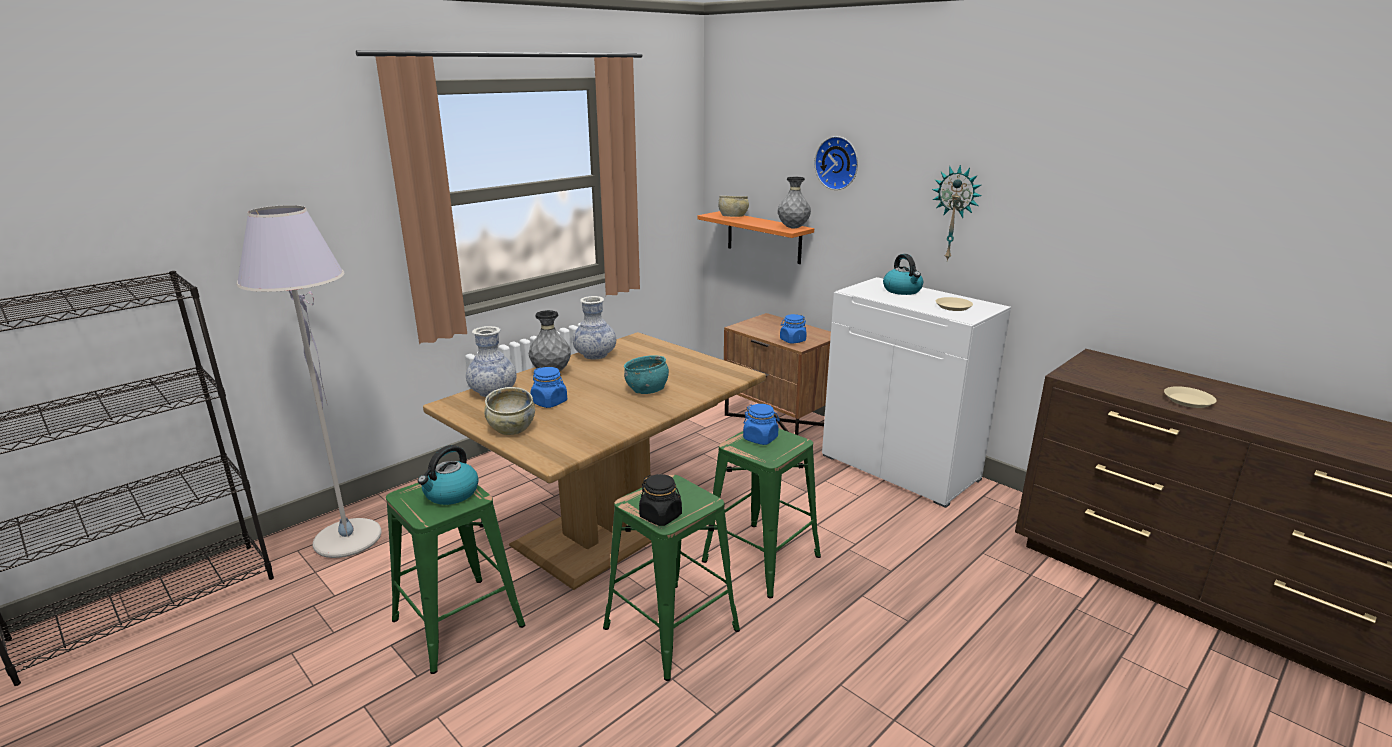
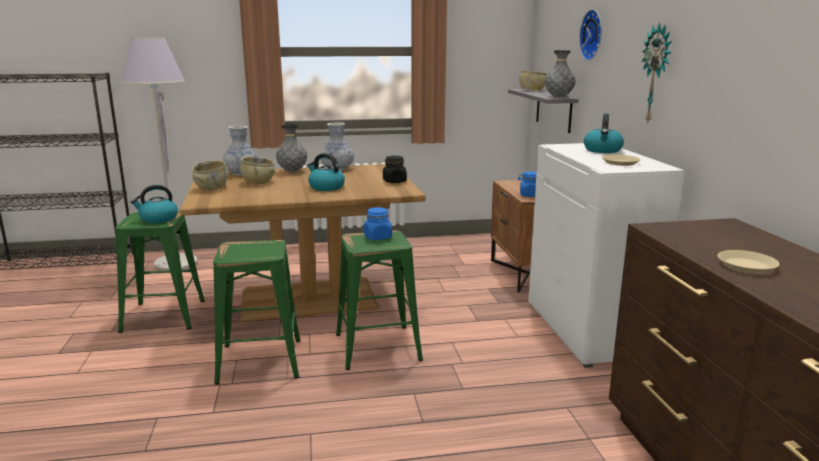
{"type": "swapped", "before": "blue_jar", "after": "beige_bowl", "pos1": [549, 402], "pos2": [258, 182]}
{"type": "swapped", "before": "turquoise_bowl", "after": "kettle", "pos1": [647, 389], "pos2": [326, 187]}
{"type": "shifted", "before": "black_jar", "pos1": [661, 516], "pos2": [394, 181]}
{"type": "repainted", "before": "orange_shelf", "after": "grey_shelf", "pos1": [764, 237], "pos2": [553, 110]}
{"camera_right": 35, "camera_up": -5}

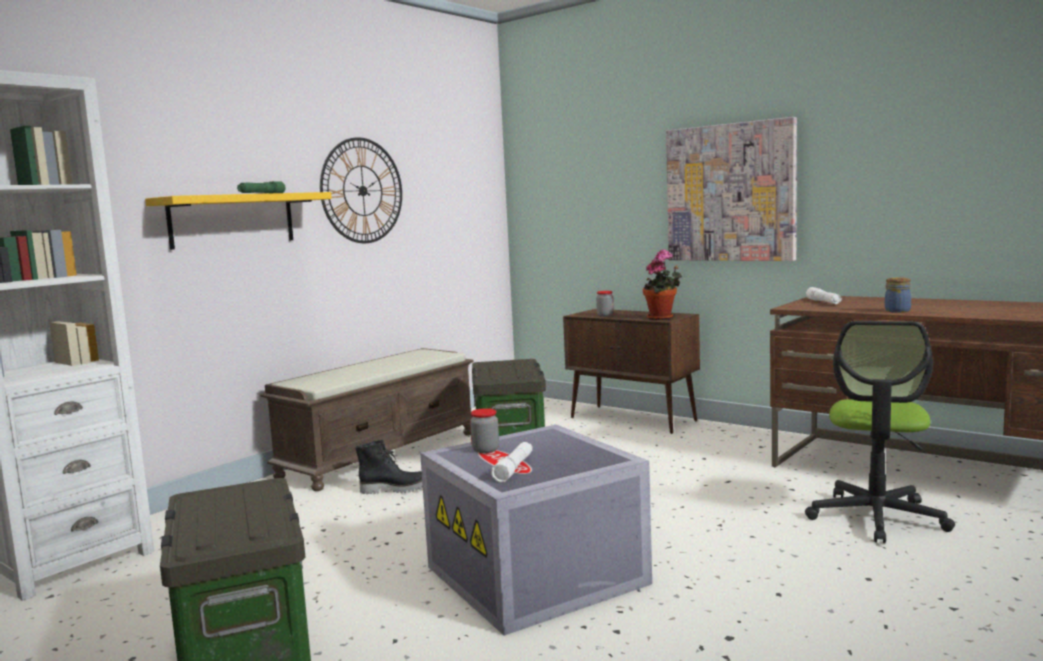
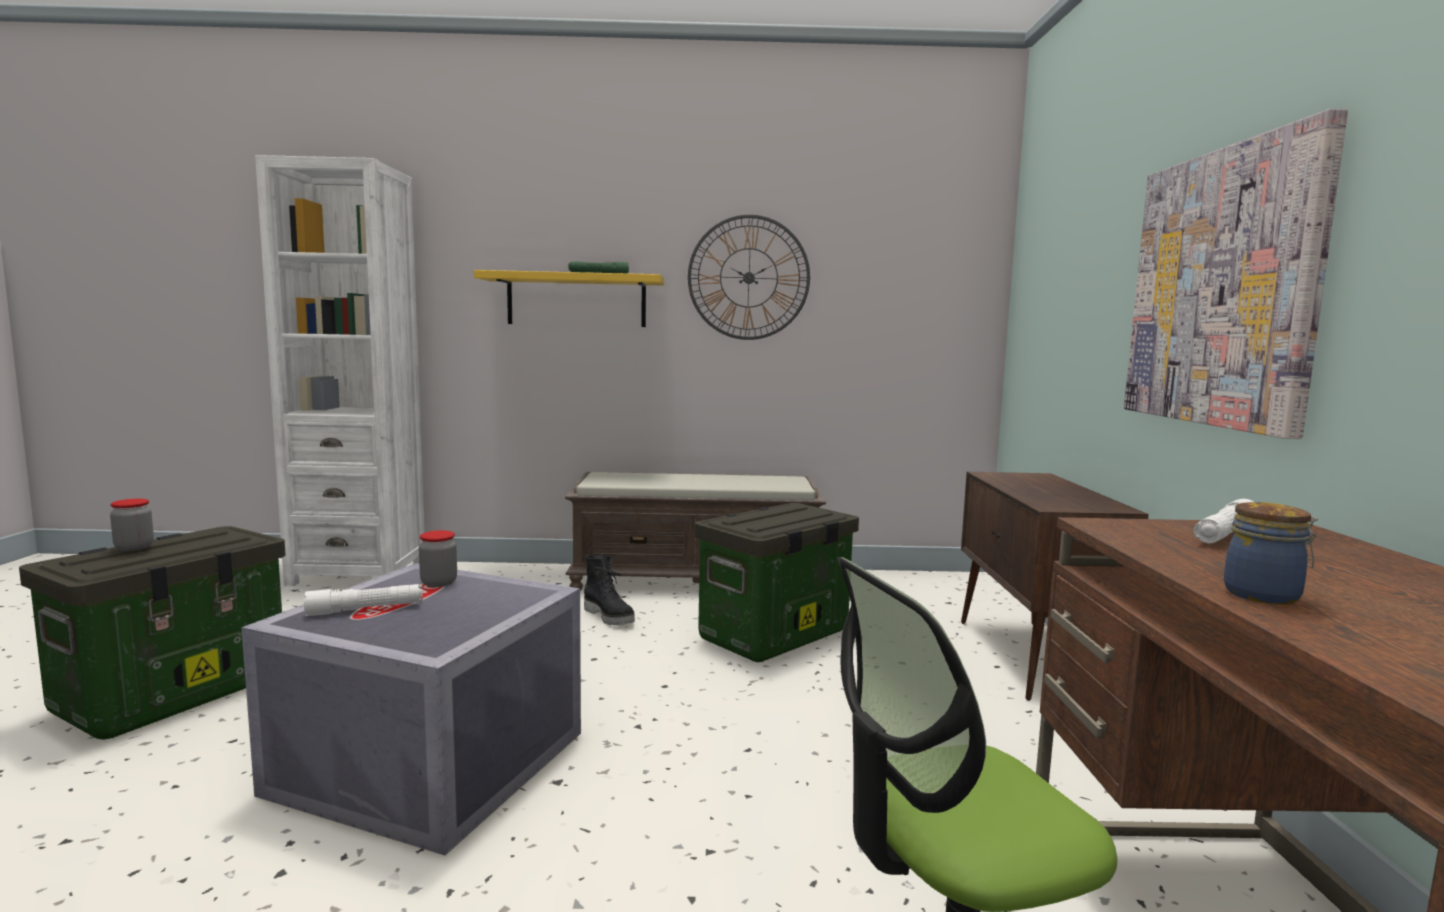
{"type": "shifted", "before": "jar", "pos1": [605, 315], "pos2": [134, 547]}
{"type": "gone", "before": "potted_plant", "pos1": [662, 318]}
{"camera_right": 50, "camera_up": 0}

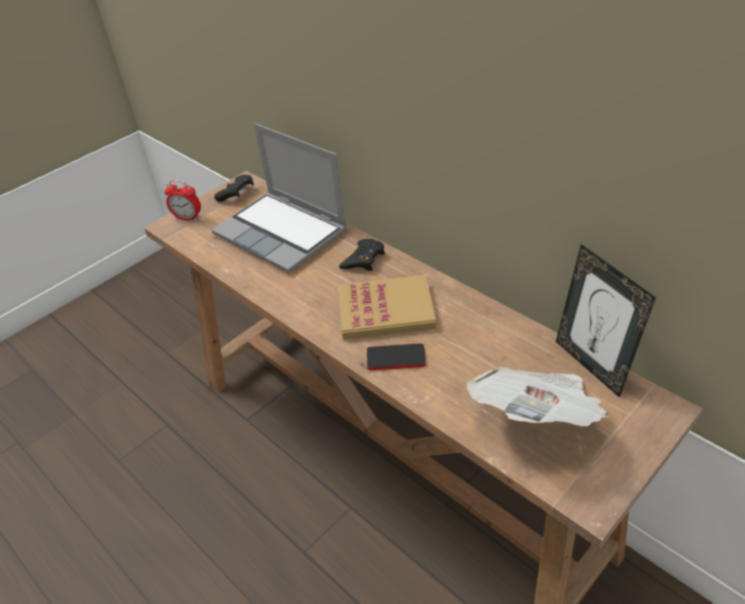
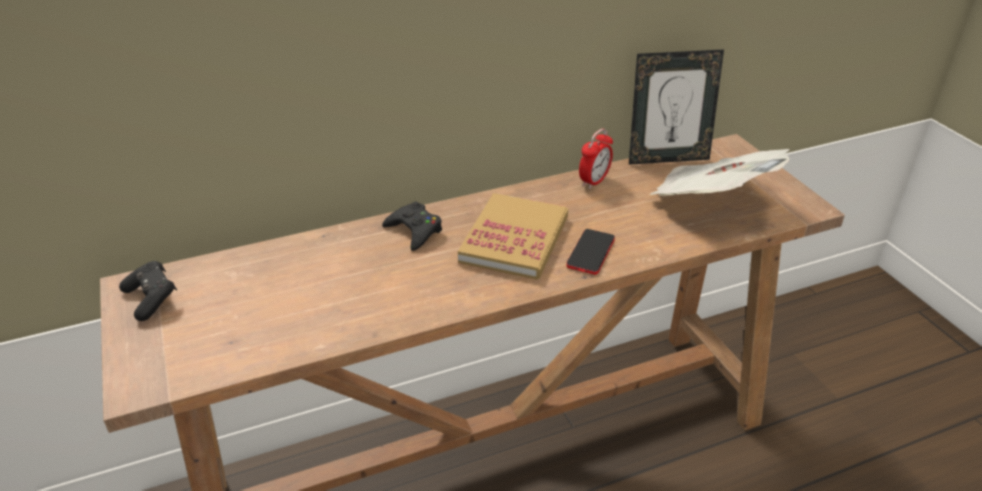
{"type": "shifted", "before": "alarm_clock", "pos1": [188, 218], "pos2": [594, 181]}
{"type": "gone", "before": "laptop", "pos1": [283, 233]}
{"camera_right": -70, "camera_up": -5}

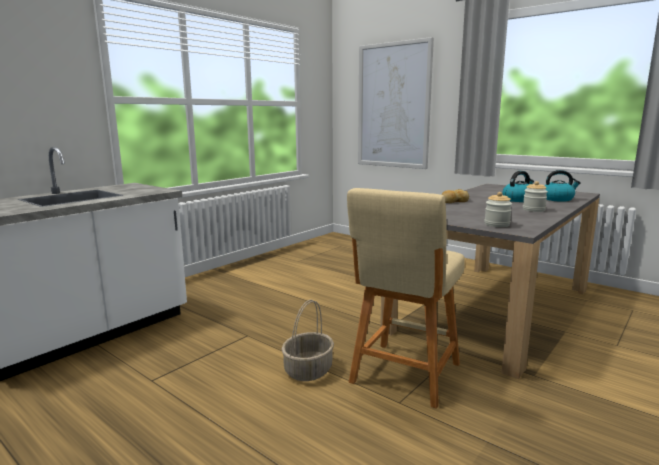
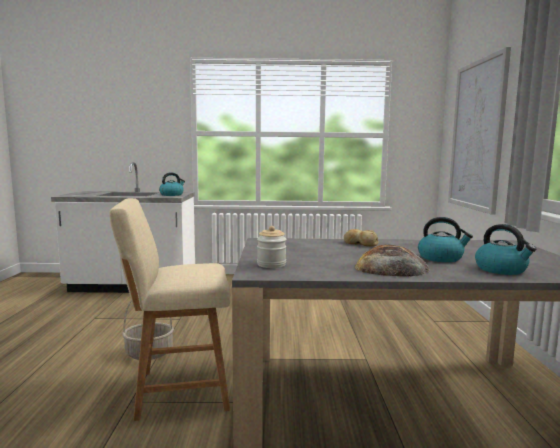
{"type": "new", "after": "kettle", "pos2": [172, 195]}
{"type": "swapped", "before": "jar", "after": "bread", "pos1": [533, 210], "pos2": [391, 267]}
{"camera_right": 50, "camera_up": -5}

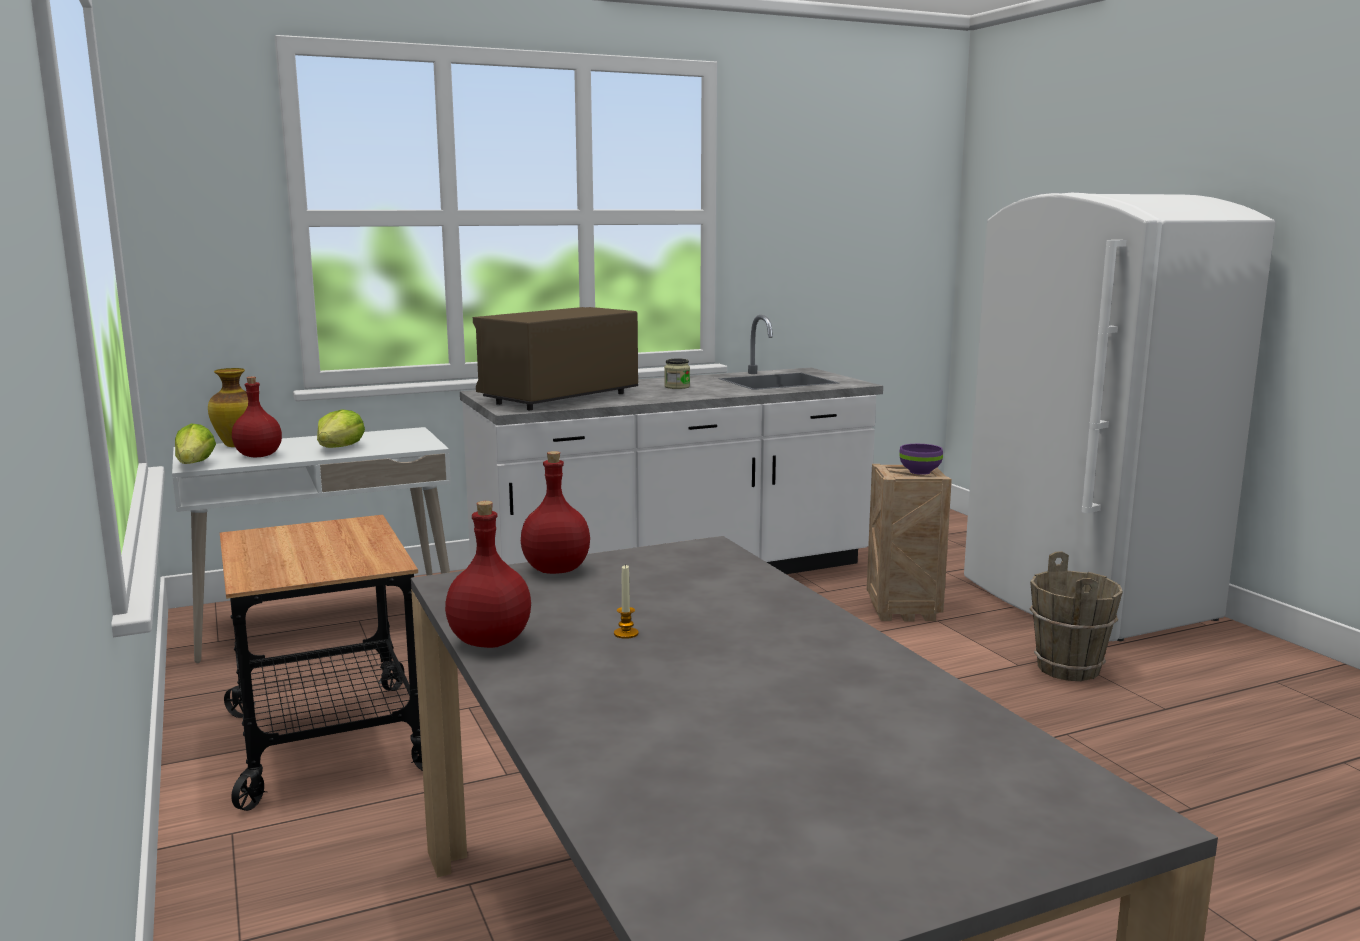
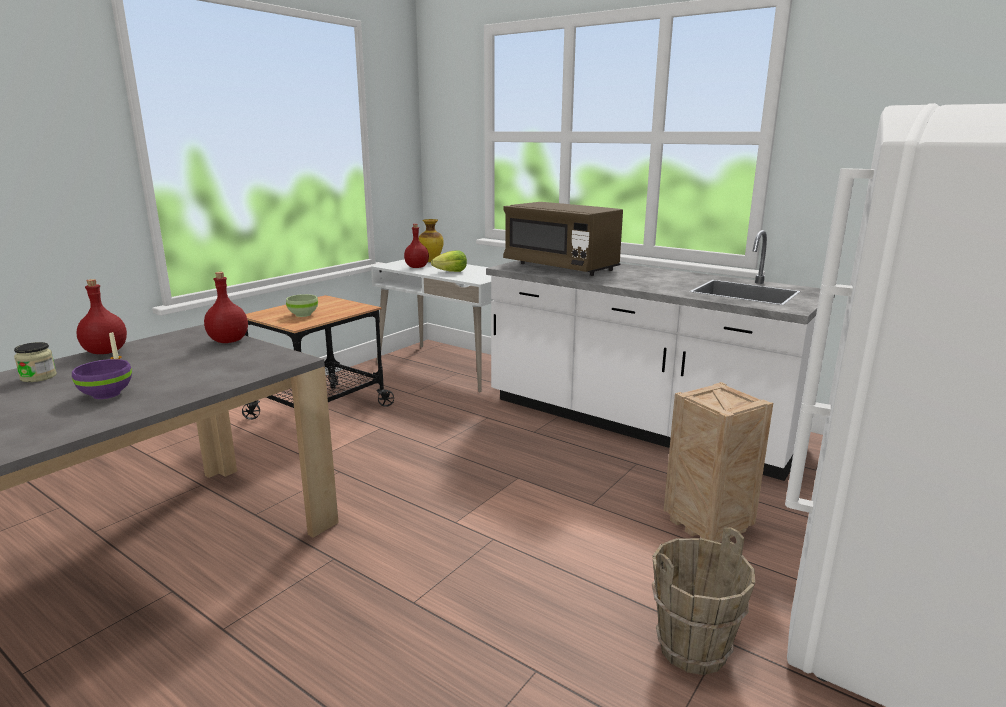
{"type": "shifted", "before": "jar", "pos1": [677, 387], "pos2": [38, 377]}
{"type": "shifted", "before": "purple_bowl", "pos1": [919, 471], "pos2": [107, 394]}
{"type": "new", "after": "green_bowl", "pos2": [303, 314]}
{"type": "rotated", "before": "brown_microwave", "pos1": [559, 397], "pos2": [560, 267], "turn": -150}
{"type": "gone", "before": "lettuce", "pos1": [194, 465]}
{"camera_right": 60, "camera_up": 5}

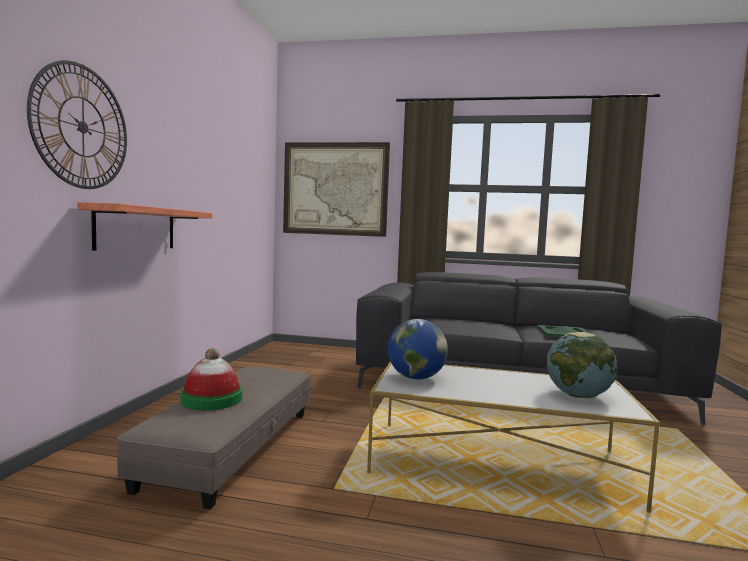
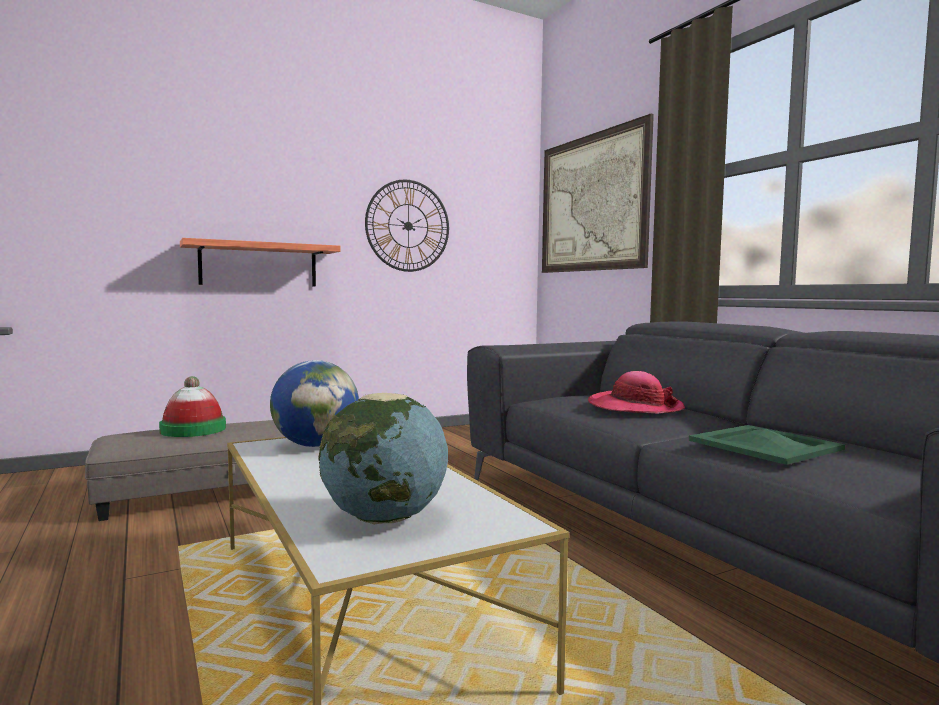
{"type": "shifted", "before": "wall_clock", "pos1": [82, 127], "pos2": [408, 226]}
{"type": "new", "after": "hat", "pos2": [635, 407]}
{"camera_right": 50, "camera_up": 0}

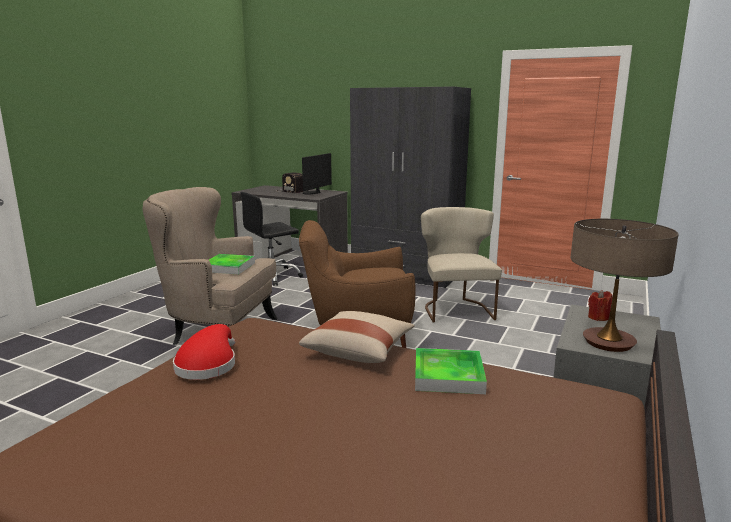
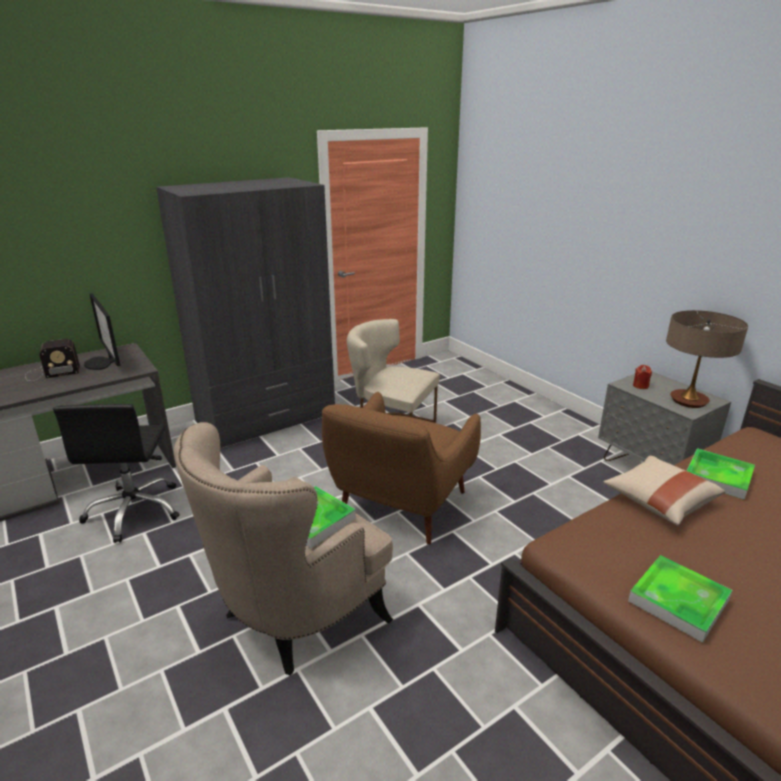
{"type": "swapped", "before": "red_hat", "after": "tray", "pos1": [208, 365], "pos2": [678, 601]}
{"camera_right": -60, "camera_up": 10}

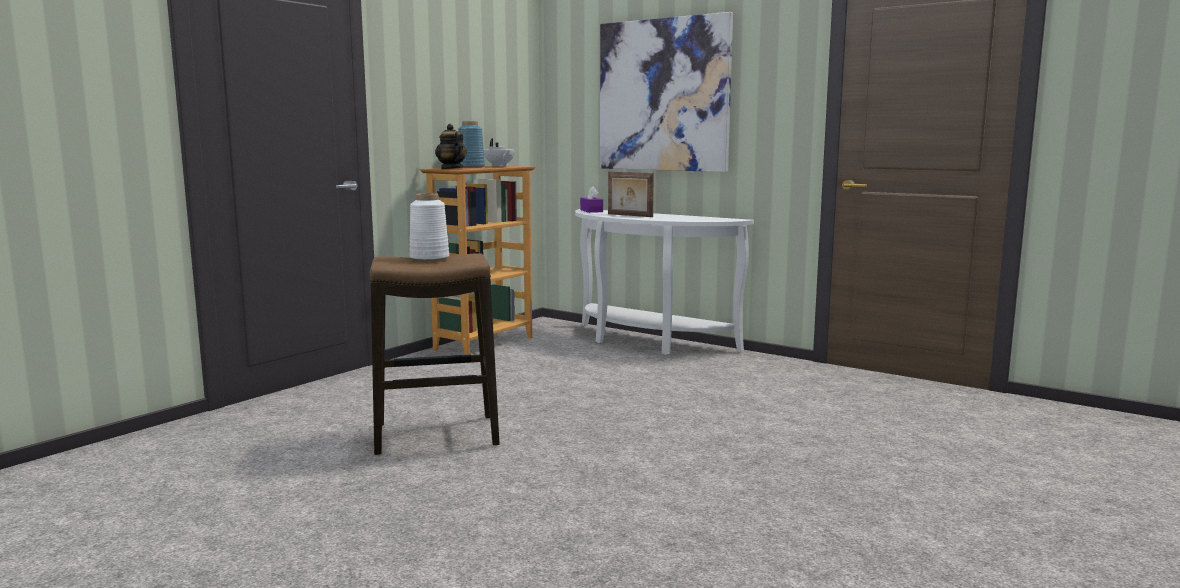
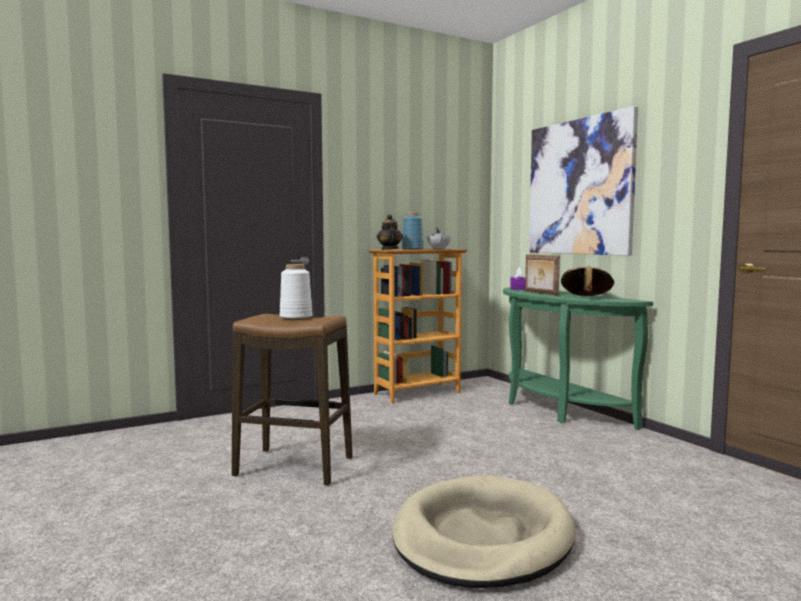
{"type": "new", "after": "beige_dog_bed", "pos2": [482, 537]}
{"type": "repainted", "before": "white_console_table", "after": "green_console_table", "pos1": [646, 342], "pos2": [553, 408]}
{"type": "new", "after": "beige_hat", "pos2": [586, 297]}
{"camera_right": 25, "camera_up": -5}

